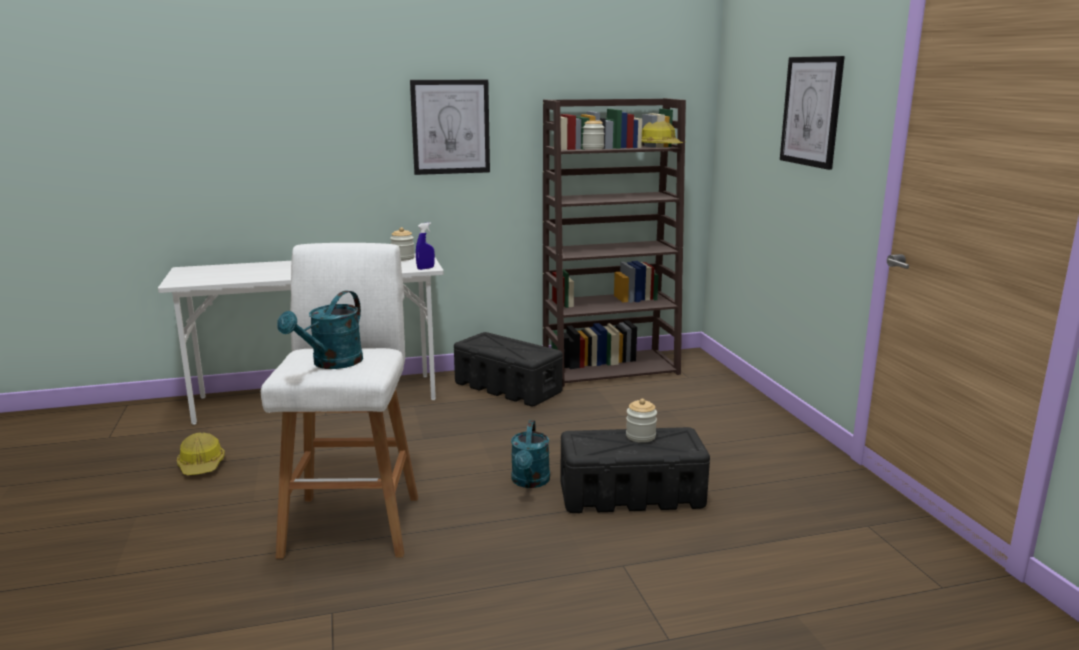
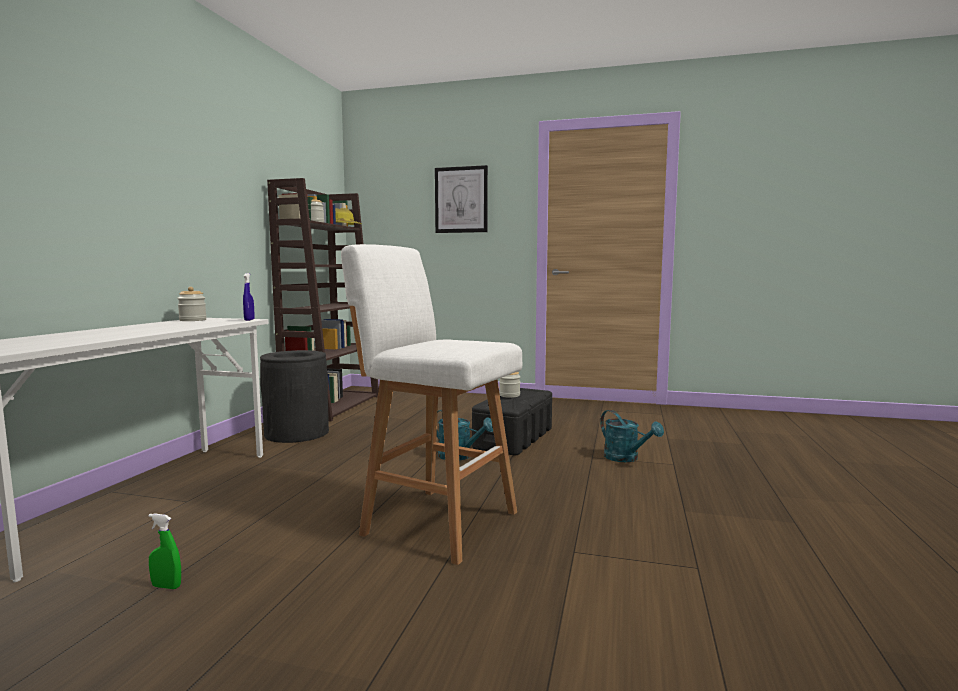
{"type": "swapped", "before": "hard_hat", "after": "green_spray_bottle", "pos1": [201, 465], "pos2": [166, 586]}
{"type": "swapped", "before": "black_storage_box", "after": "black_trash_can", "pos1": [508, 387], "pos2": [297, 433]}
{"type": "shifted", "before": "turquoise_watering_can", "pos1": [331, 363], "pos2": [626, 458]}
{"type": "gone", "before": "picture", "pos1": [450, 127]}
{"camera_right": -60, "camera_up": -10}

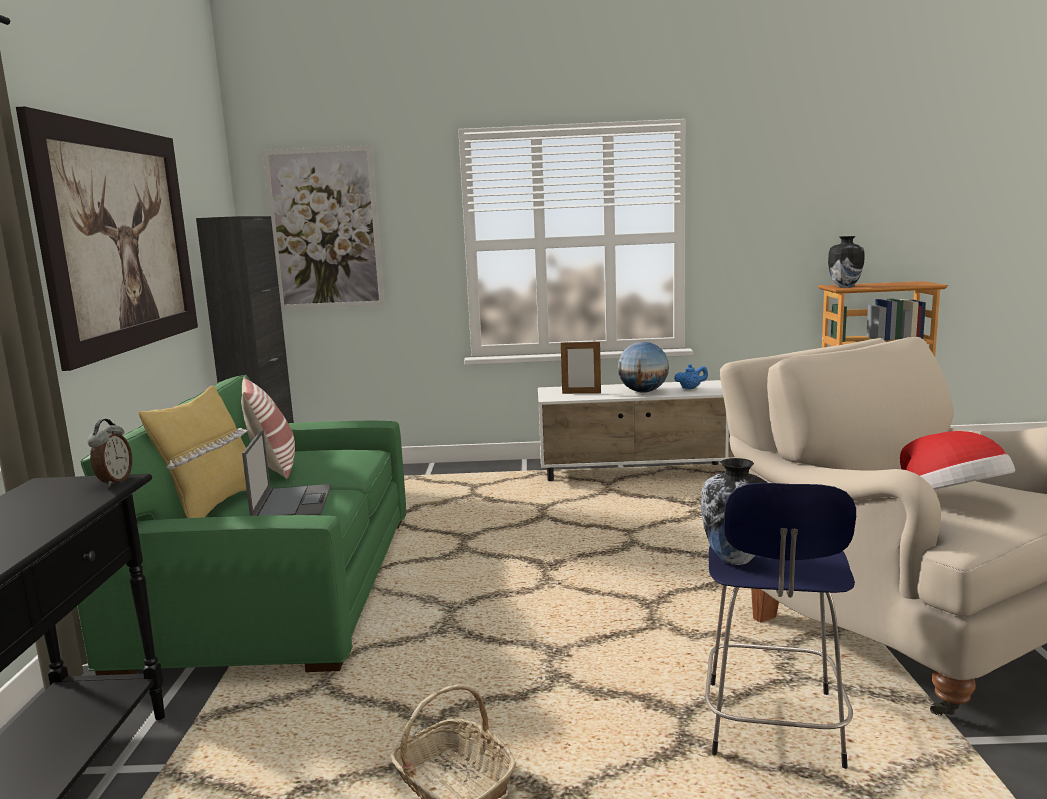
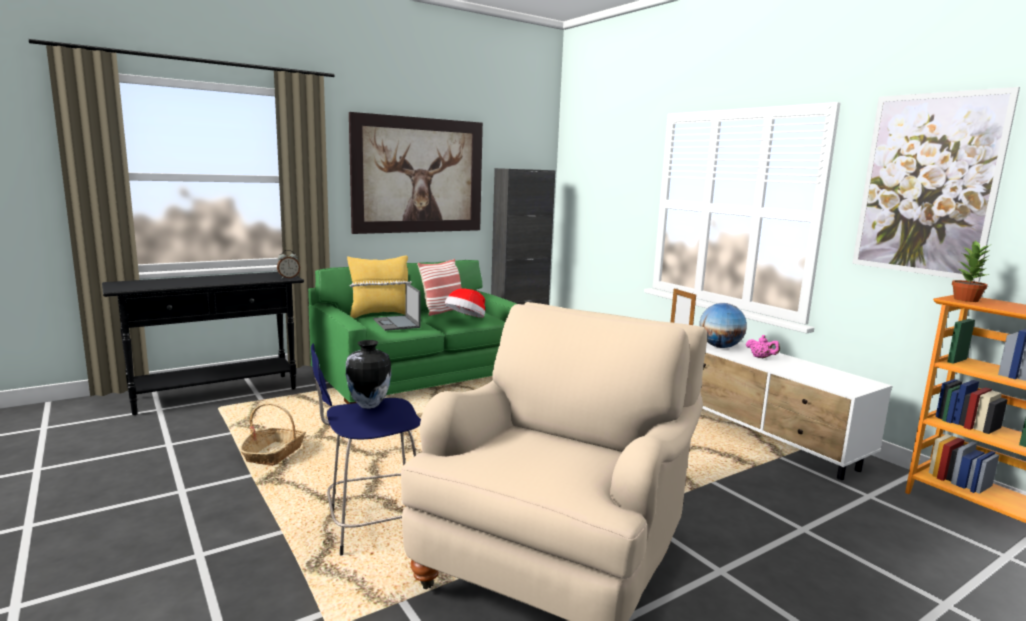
{"type": "rotated", "before": "laptop", "pos1": [292, 503], "pos2": [396, 323], "turn": 105}
{"type": "shifted", "before": "hat", "pos1": [952, 502], "pos2": [466, 319]}
{"type": "repainted", "before": "blue_teapot", "after": "pink_teapot", "pos1": [690, 388], "pos2": [761, 357]}
{"type": "shifted", "before": "picture", "pos1": [325, 229], "pos2": [927, 185]}
{"type": "swapped", "before": "vase", "after": "potted_plant", "pos1": [844, 287], "pos2": [966, 300]}
{"camera_right": 55, "camera_up": 0}

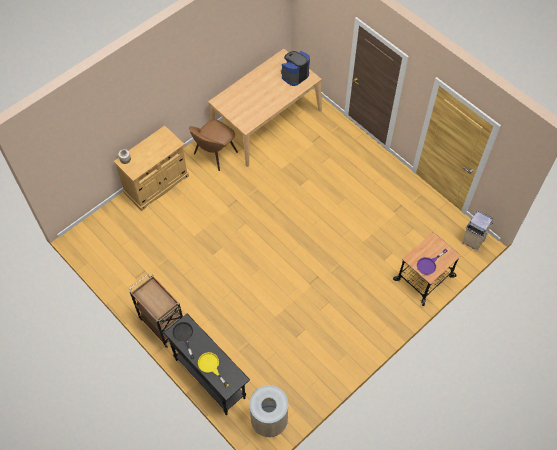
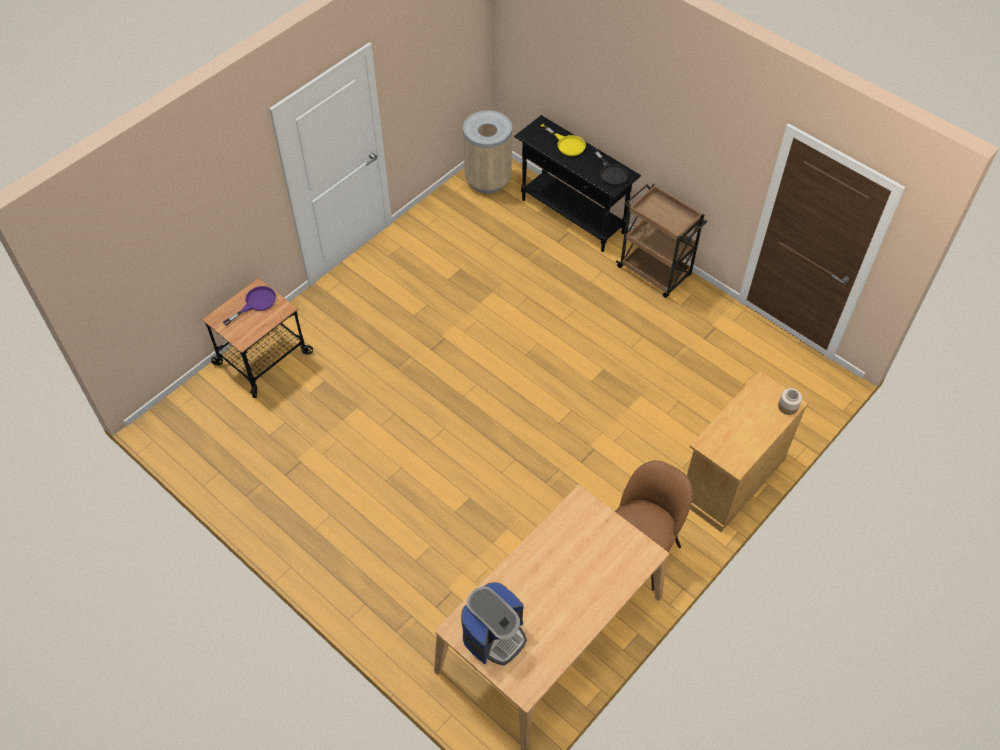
{"type": "gone", "before": "beige_trash_can", "pos1": [472, 241]}
{"camera_right": 175, "camera_up": -5}

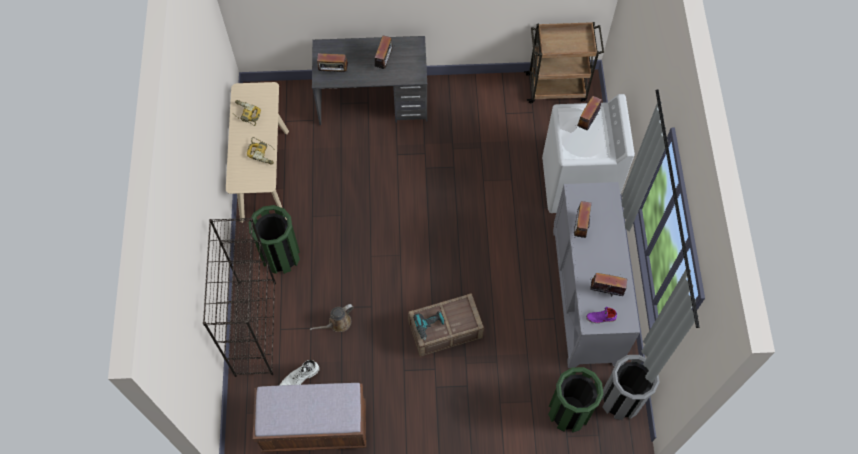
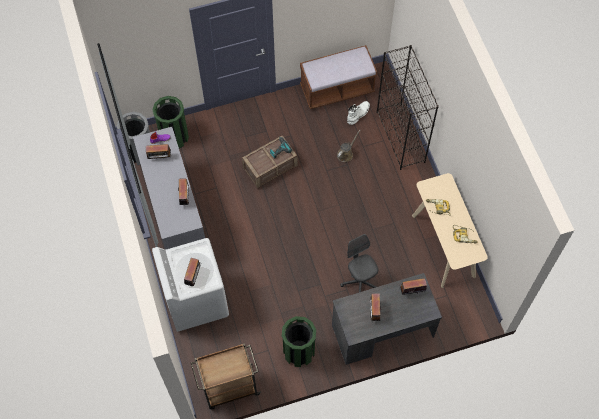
{"type": "shifted", "before": "green_trash_can", "pos1": [280, 256], "pos2": [299, 352]}
{"type": "new", "after": "grey_office_chair", "pos2": [359, 282]}
{"camera_right": 165, "camera_up": 0}

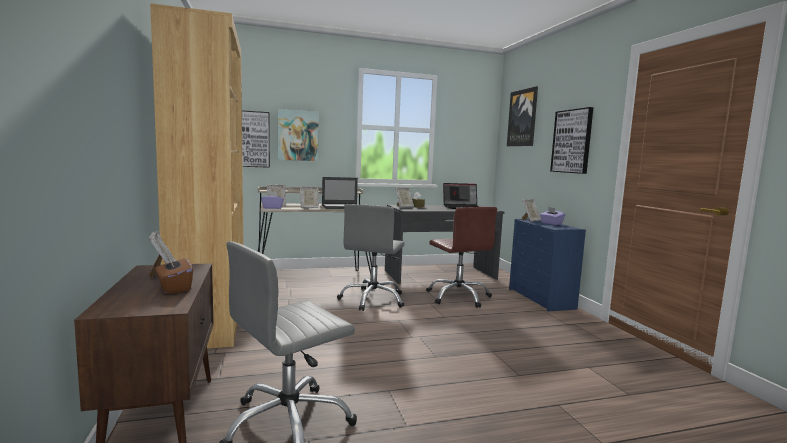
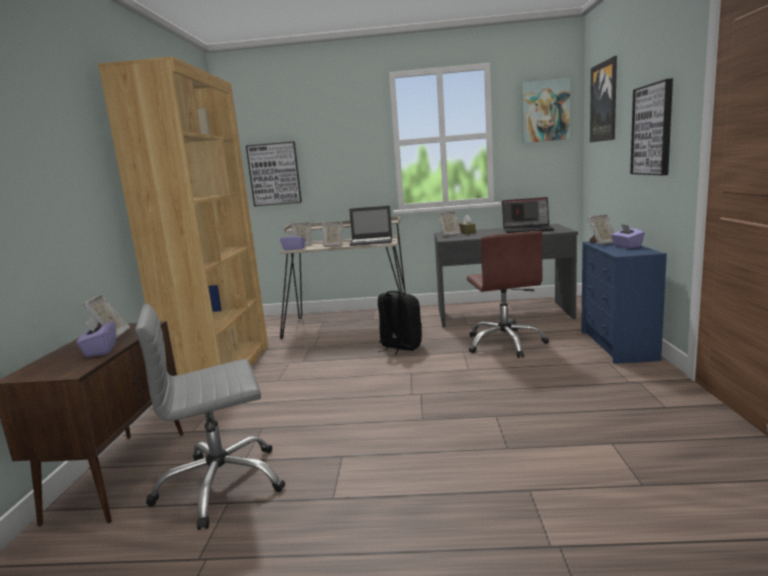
{"type": "repainted", "before": "brown_tissue_box", "after": "purple_tissue_box", "pos1": [174, 288], "pos2": [100, 350]}
{"type": "swapped", "before": "grey_office_chair", "after": "black_backpack", "pos1": [373, 299], "pos2": [399, 347]}
{"type": "shifted", "before": "picture", "pos1": [298, 135], "pos2": [545, 111]}
{"camera_right": 20, "camera_up": 5}

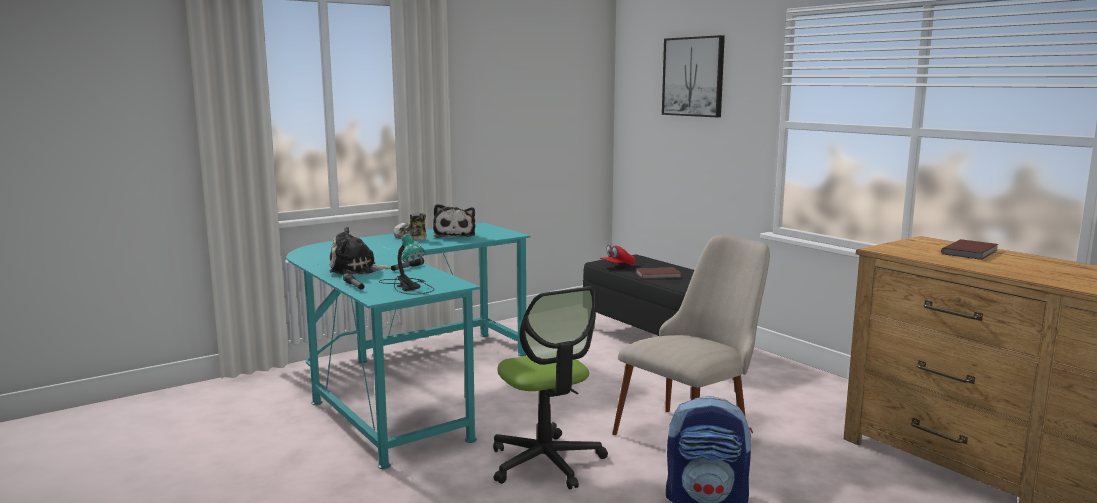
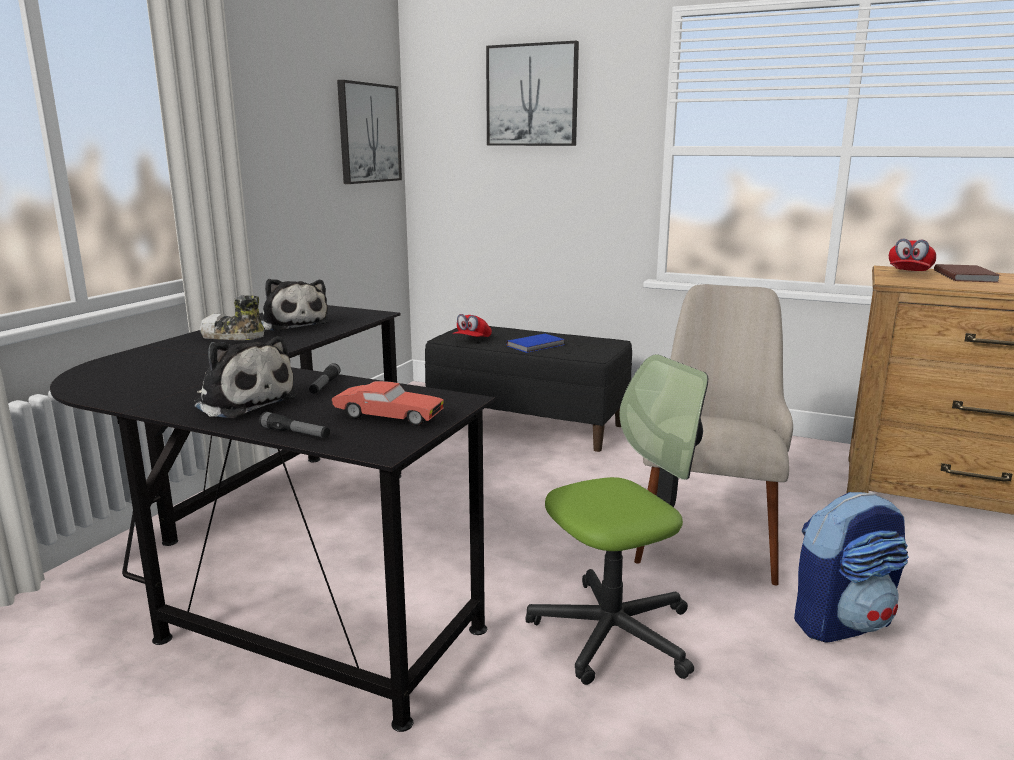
{"type": "repainted", "before": "turquoise_desk", "after": "black_desk", "pos1": [407, 385], "pos2": [285, 564]}
{"type": "rotated", "before": "plush_toy", "pos1": [357, 269], "pos2": [243, 402], "turn": -105}
{"type": "swapped", "before": "table_lamp", "after": "red_toy_car", "pos1": [407, 286], "pos2": [388, 417]}
{"type": "new", "after": "picture", "pos2": [368, 133]}
{"type": "repainted", "before": "brown_book", "after": "blue_book", "pos1": [659, 275], "pos2": [537, 345]}
{"type": "rotated", "before": "office_chair", "pos1": [546, 462], "pos2": [614, 632], "turn": -60}
{"type": "new", "after": "red_cap", "pos2": [909, 274]}
{"camera_right": -30, "camera_up": 5}

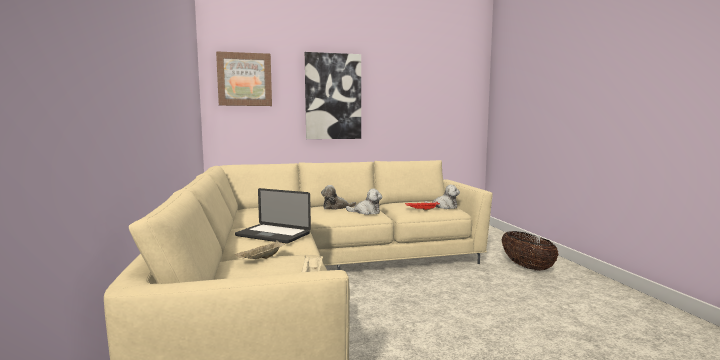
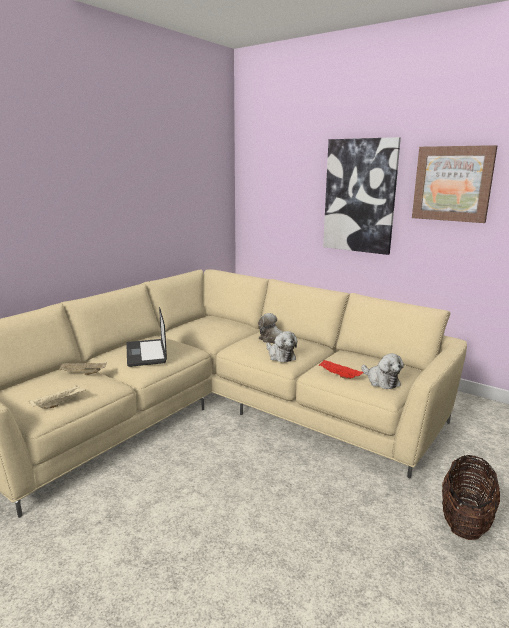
{"type": "shifted", "before": "picture", "pos1": [244, 79], "pos2": [452, 184]}
{"camera_right": 50, "camera_up": 10}

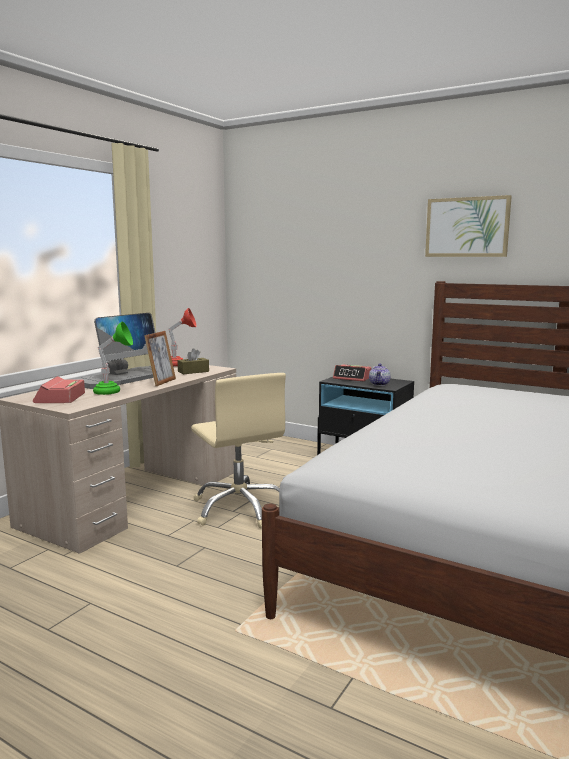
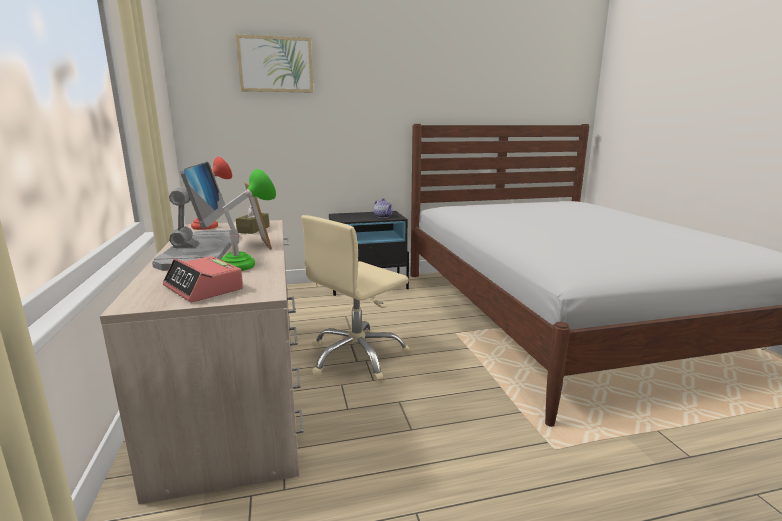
{"type": "shifted", "before": "picture", "pos1": [467, 227], "pos2": [275, 64]}
{"type": "rotated", "before": "beige_office_chair", "pos1": [239, 508], "pos2": [357, 356], "turn": 120}
{"type": "gone", "before": "alarm_clock", "pos1": [352, 378]}
{"camera_right": -45, "camera_up": 5}

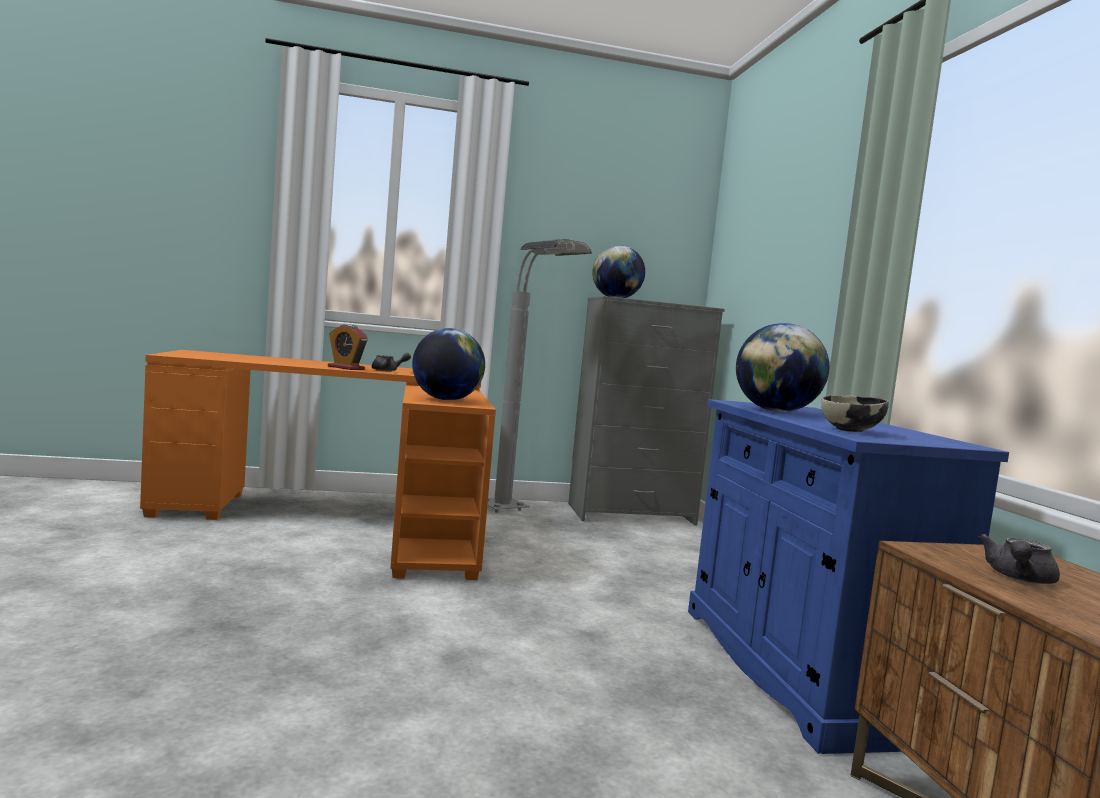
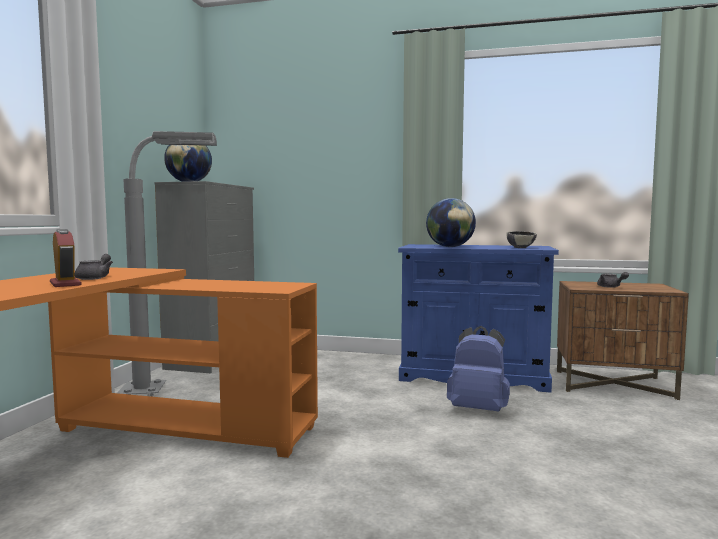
{"type": "rotated", "before": "alarm_clock", "pos1": [346, 368], "pos2": [65, 284], "turn": -90}
{"type": "new", "after": "blue_backpack", "pos2": [478, 409]}
{"type": "gone", "before": "globe", "pos1": [446, 400]}
{"camera_right": -65, "camera_up": 0}

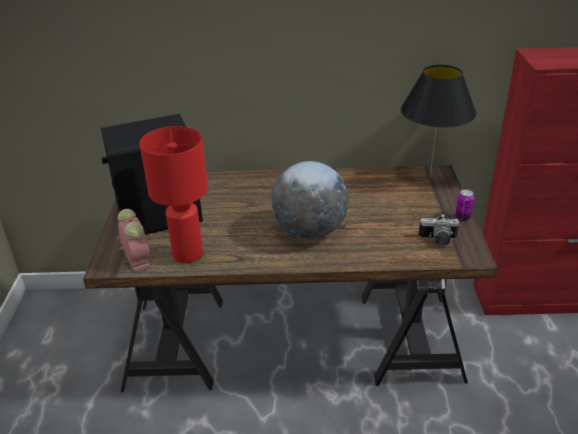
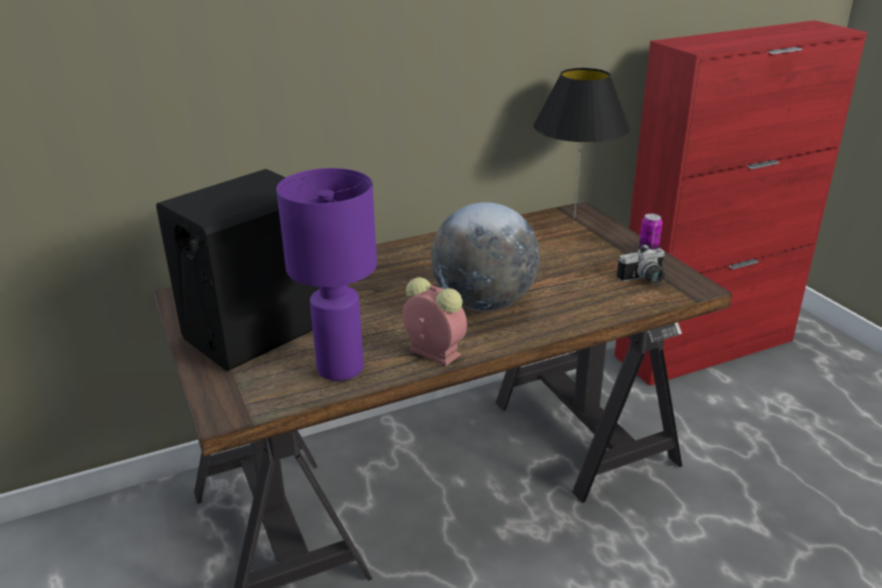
{"type": "repainted", "before": "red_table_lamp", "after": "purple_table_lamp", "pos1": [187, 254], "pos2": [339, 368]}
{"type": "shifted", "before": "alarm_clock", "pos1": [136, 259], "pos2": [432, 352]}
{"camera_right": -25, "camera_up": -5}

